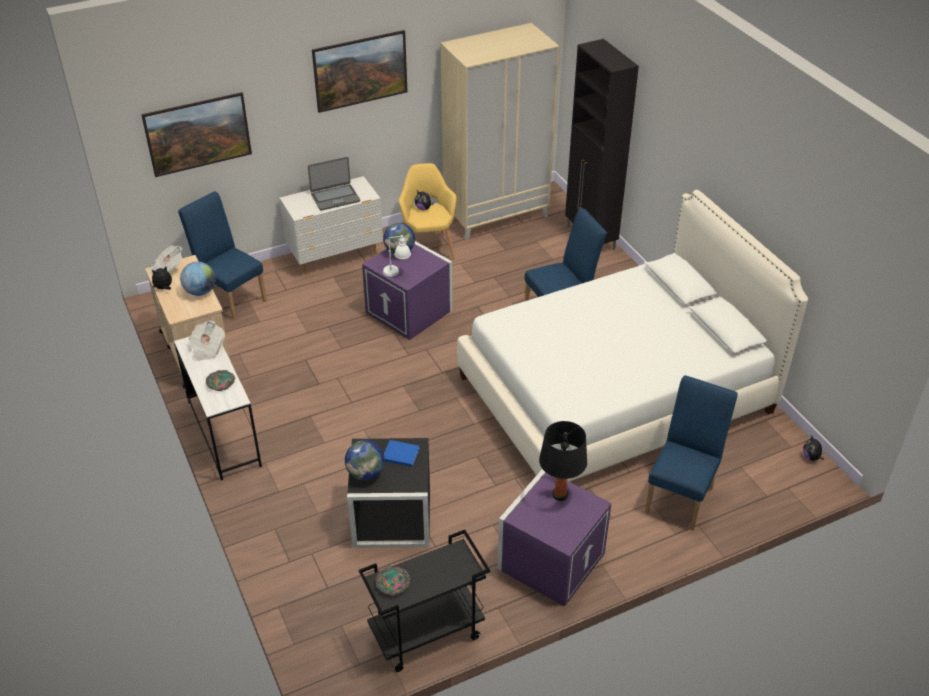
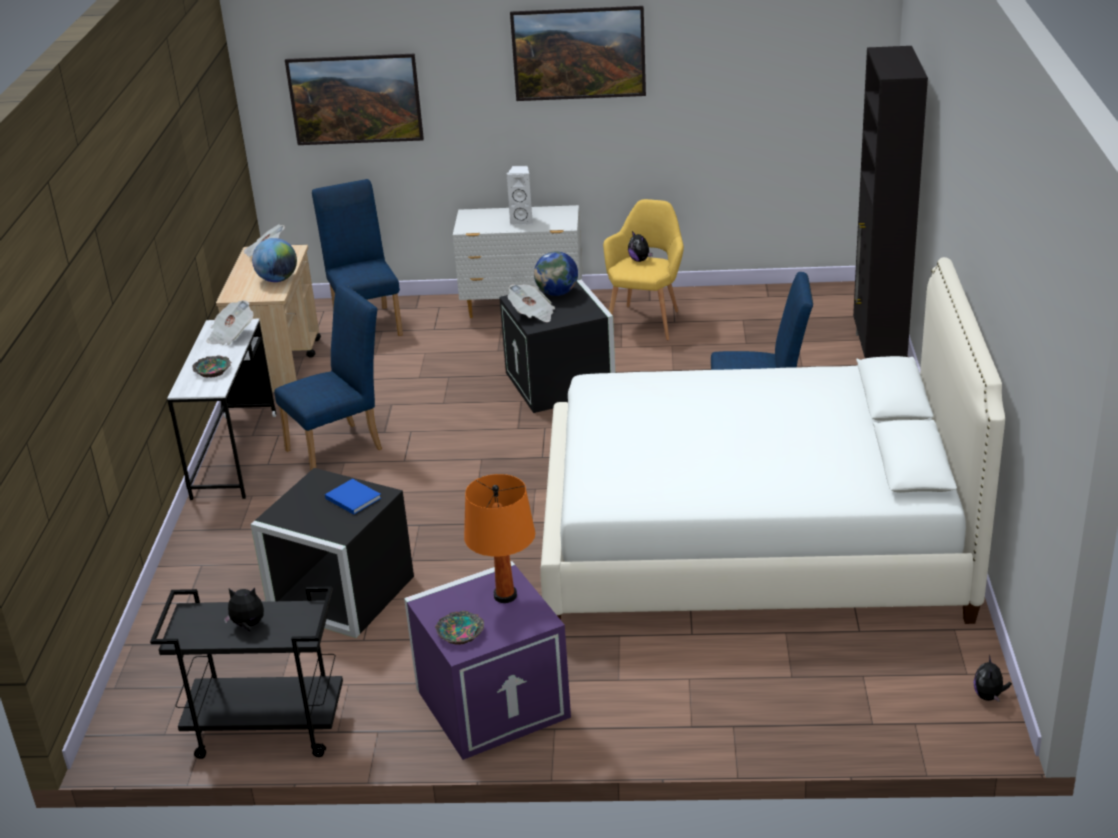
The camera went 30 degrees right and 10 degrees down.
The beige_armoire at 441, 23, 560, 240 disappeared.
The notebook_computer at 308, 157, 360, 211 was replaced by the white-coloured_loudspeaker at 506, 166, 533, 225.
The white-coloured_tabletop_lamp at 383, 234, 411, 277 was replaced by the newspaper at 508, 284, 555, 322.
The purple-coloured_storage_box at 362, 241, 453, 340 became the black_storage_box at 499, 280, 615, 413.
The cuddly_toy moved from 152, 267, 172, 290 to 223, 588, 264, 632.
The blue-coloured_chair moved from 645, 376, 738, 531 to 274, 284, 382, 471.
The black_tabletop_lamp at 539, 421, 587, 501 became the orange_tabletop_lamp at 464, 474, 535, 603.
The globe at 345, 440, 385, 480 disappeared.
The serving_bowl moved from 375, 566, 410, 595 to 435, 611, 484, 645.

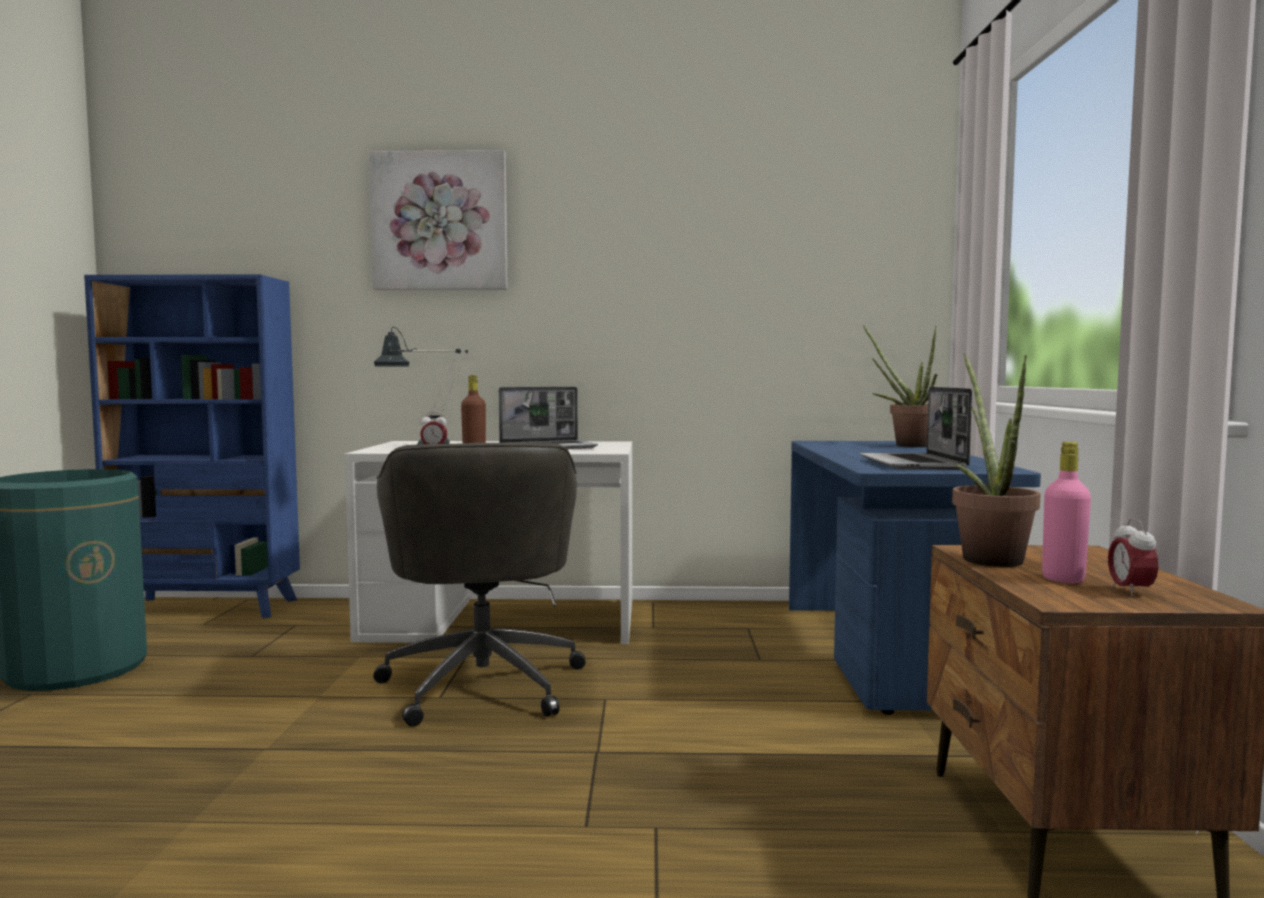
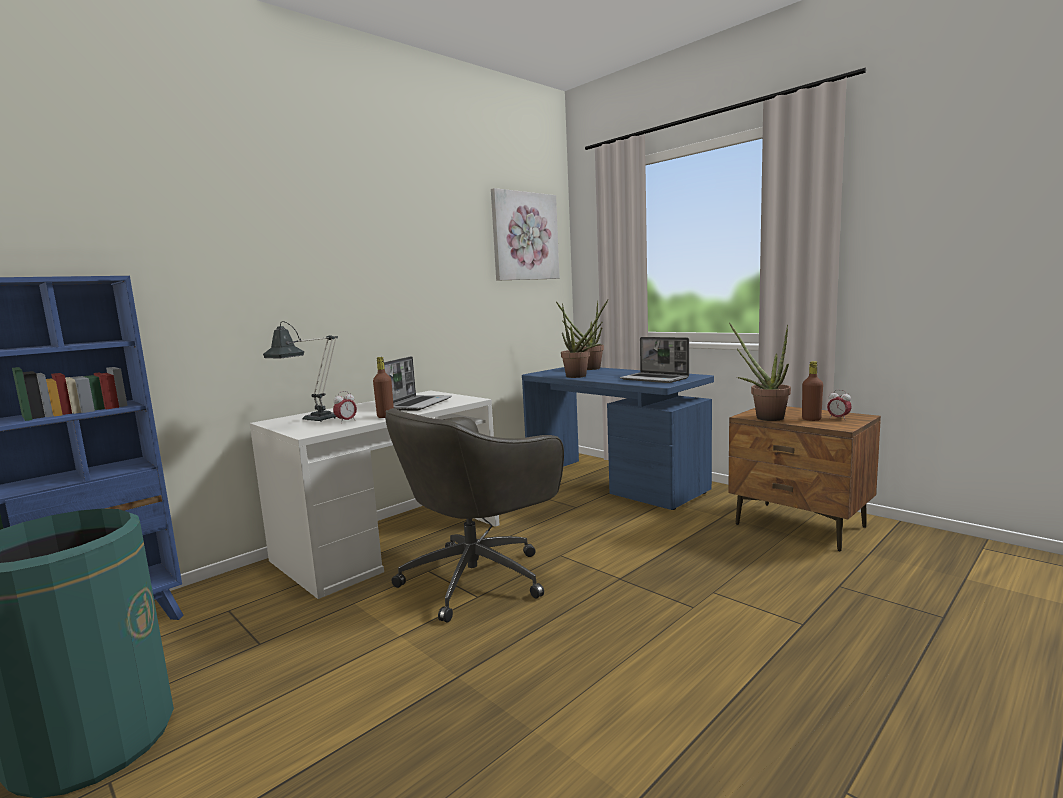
The camera went 45 degrees left and 5 degrees up.
The wall_art moved from 369, 150, 508, 290 to 491, 188, 560, 281.
The greyish_office_chair at 373, 442, 586, 726 turned 105 degrees clockwise.
The pinkish_drink_bottle at 1042, 442, 1091, 583 became the brown_drink_bottle at 802, 361, 823, 421.
The houseplant at 561, 299, 609, 378 appeared.

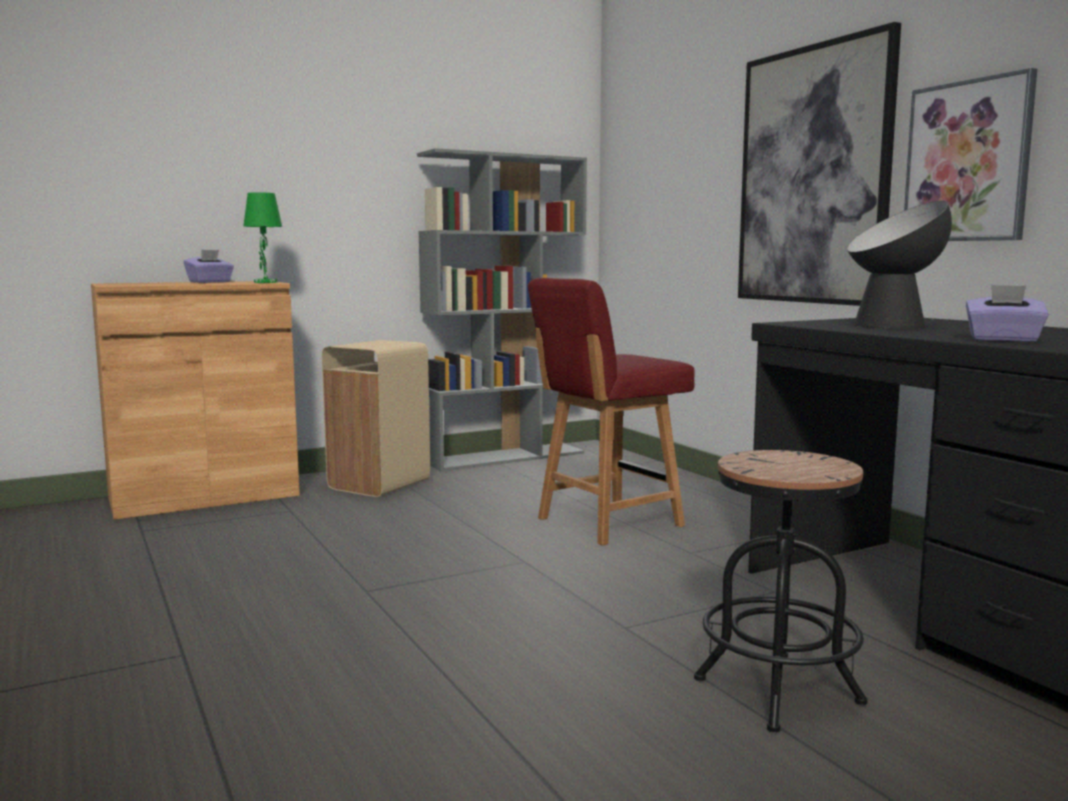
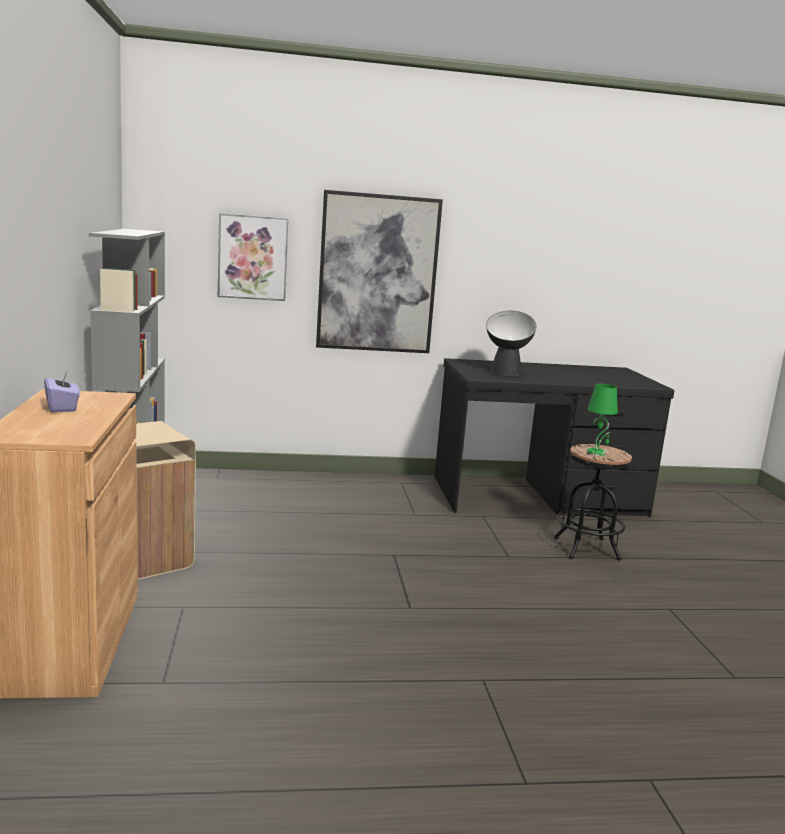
The camera went 70 degrees left and 5 degrees up.
The wall_art moved from 904, 68, 1037, 241 to 218, 213, 288, 301.
The greenish_tabletop_lamp moved from 243, 192, 282, 283 to 587, 384, 618, 456.
The red_chair at 528, 278, 695, 546 disappeared.
The purple-coloured_tissue_box at 966, 285, 1049, 342 disappeared.

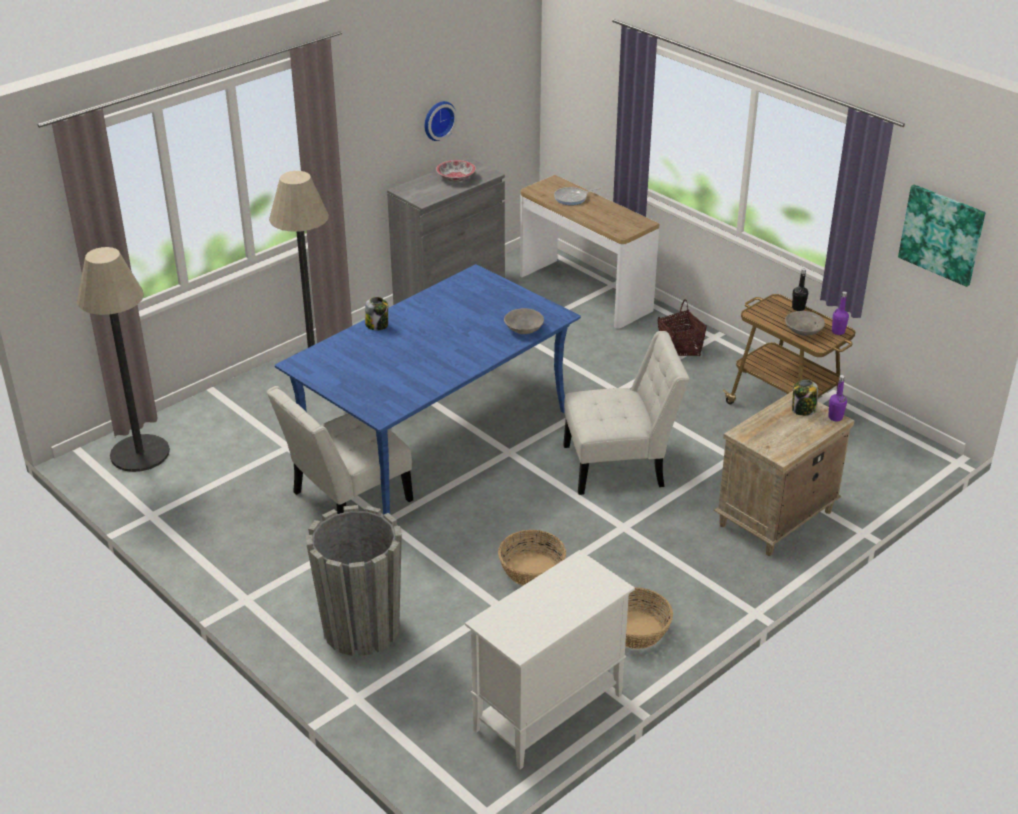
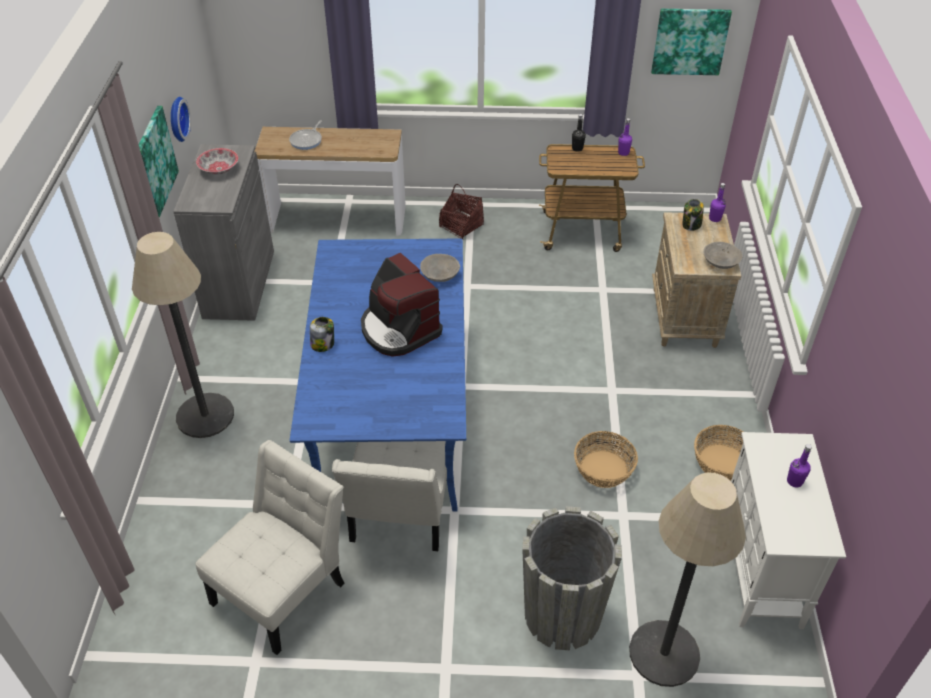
The camera went 45 degrees left and 10 degrees up.
The floor_lamp moved from 77, 247, 170, 472 to 629, 472, 746, 687.
The greyish_serving_bowl moved from 785, 311, 825, 336 to 703, 242, 743, 269.
The white-coloured_chair moved from 563, 331, 689, 495 to 196, 440, 345, 655.
The wall_art at 139, 106, 179, 217 appeared.
The coffee_machine at 361, 253, 442, 357 appeared.
The purple-coloured_drink_bottle at 787, 444, 812, 487 appeared.

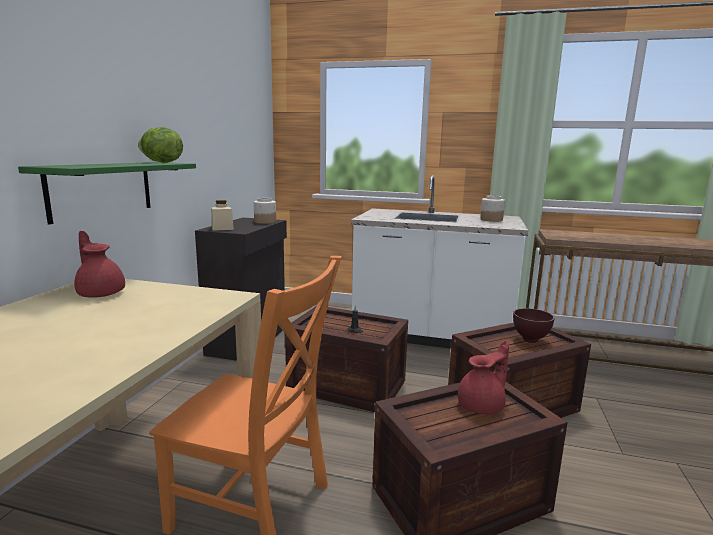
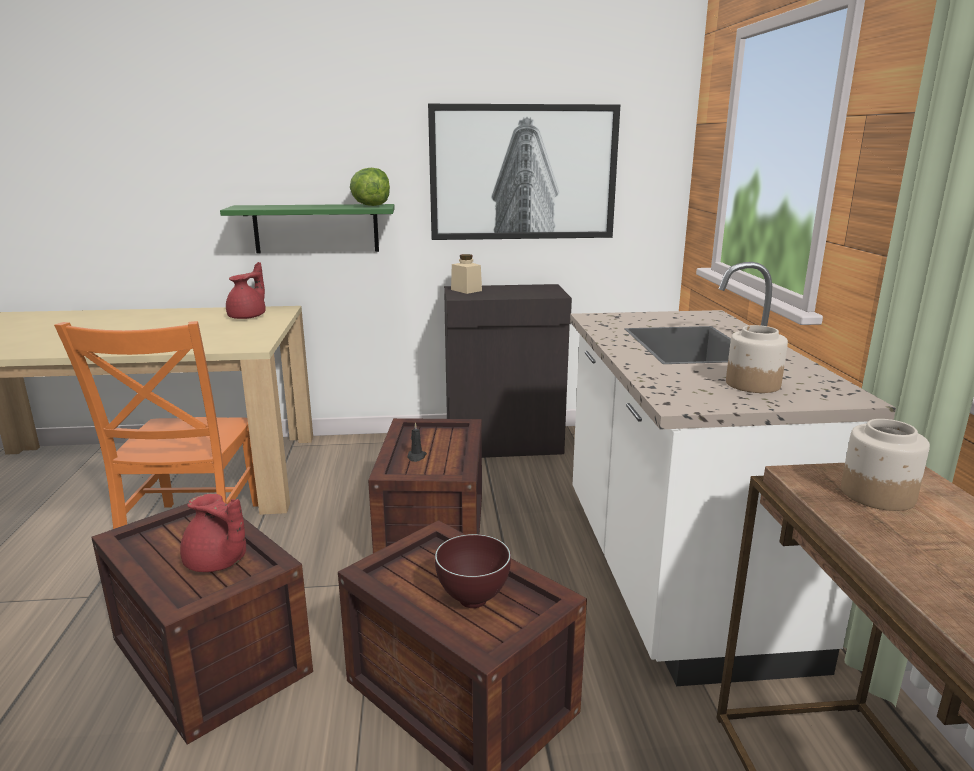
The camera went 70 degrees right and 5 degrees up.
The preserve_jar moved from 254, 198, 276, 224 to 841, 419, 930, 511.
The wall_art at 428, 104, 621, 240 appeared.

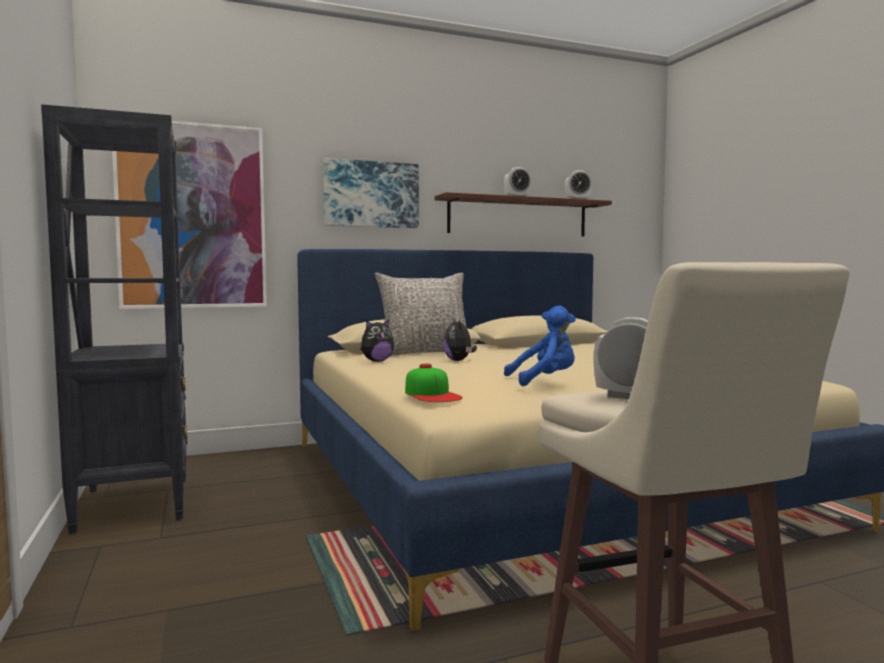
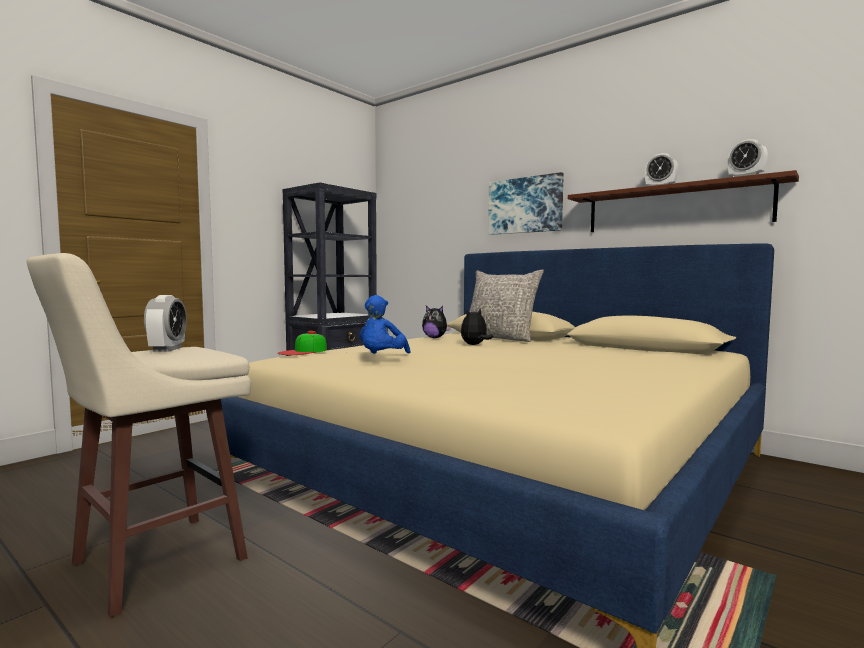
The camera went 60 degrees right and 0 degrees up.
The wall_art at 112, 121, 267, 309 disappeared.
The blue-coloured_cuddly_toy at 504, 306, 576, 386 turned 60 degrees clockwise.

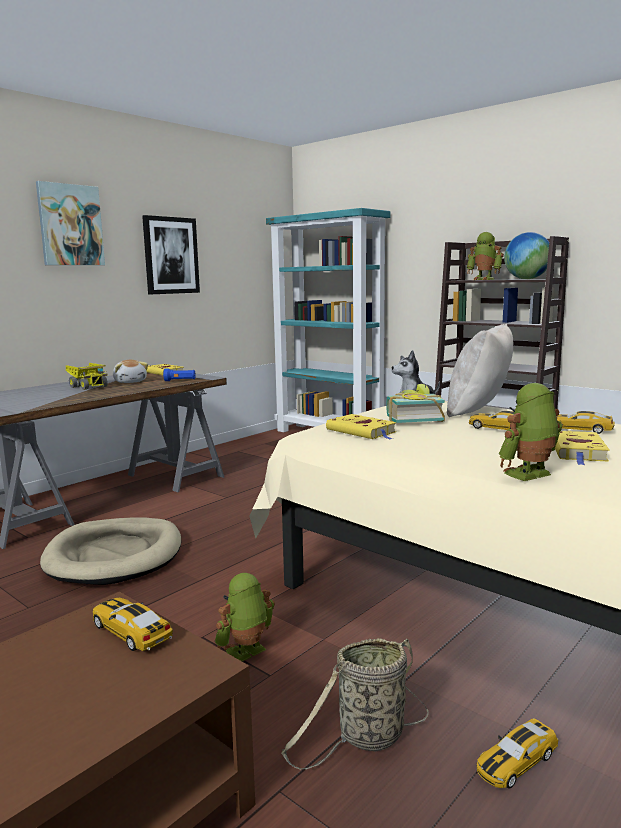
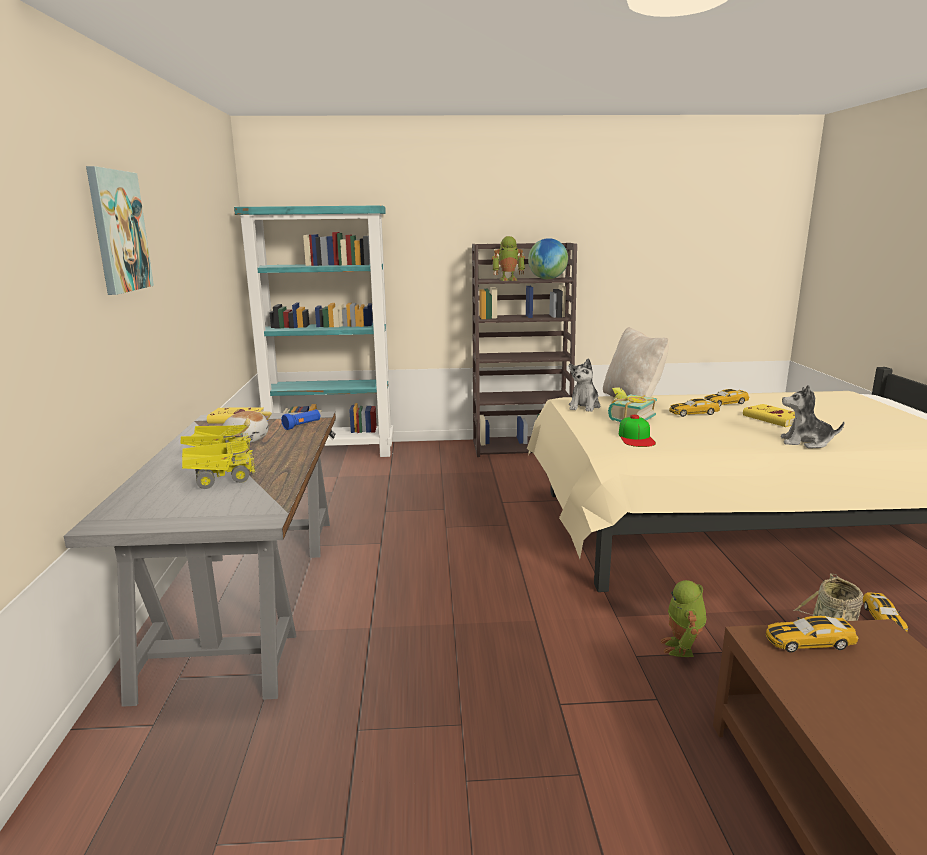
The camera went 45 degrees left and 5 degrees up.
The wall_art at 142, 215, 200, 294 disappeared.
The model_robot at 499, 383, 563, 481 was replaced by the cuddly_toy at 781, 384, 845, 448.
The yellow_bound_book at 326, 414, 396, 439 was replaced by the peaked_cap at 619, 415, 656, 447.
The beige_pet_bed at 40, 517, 182, 585 disappeared.
The model_truck at 182, 440, 256, 489 appeared.

